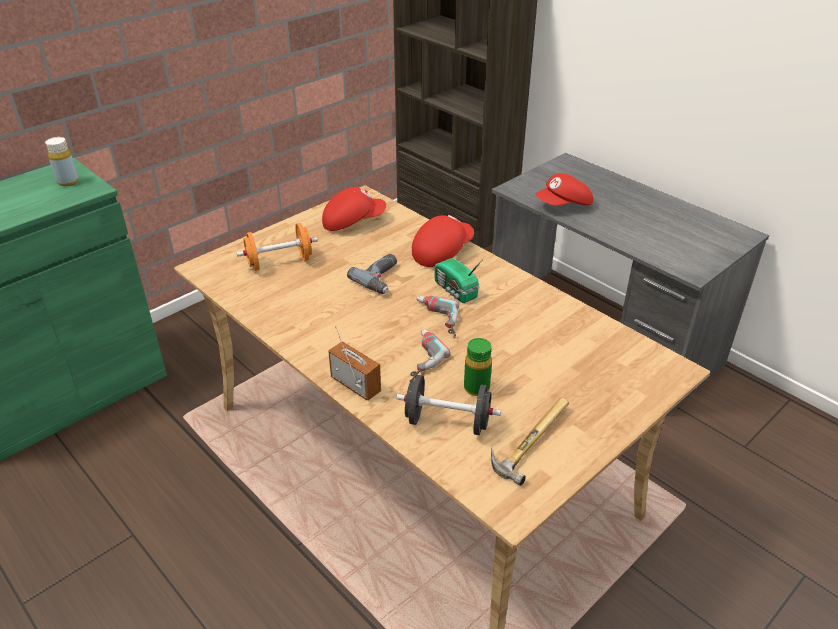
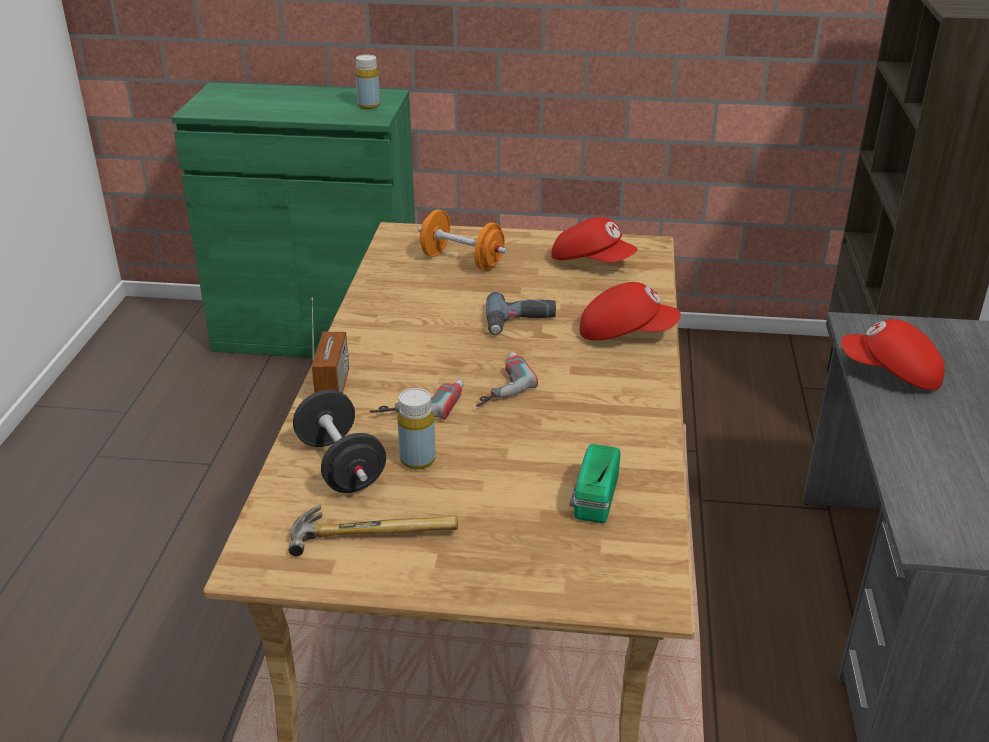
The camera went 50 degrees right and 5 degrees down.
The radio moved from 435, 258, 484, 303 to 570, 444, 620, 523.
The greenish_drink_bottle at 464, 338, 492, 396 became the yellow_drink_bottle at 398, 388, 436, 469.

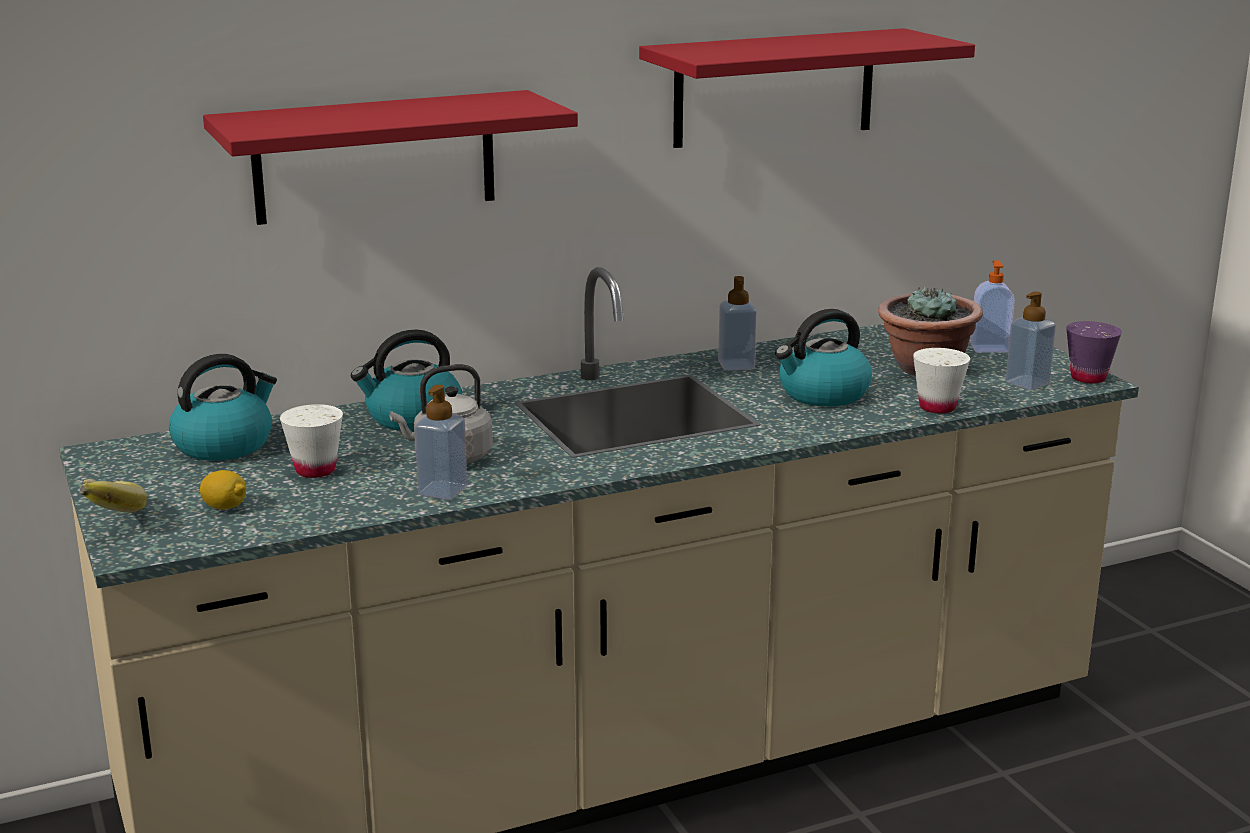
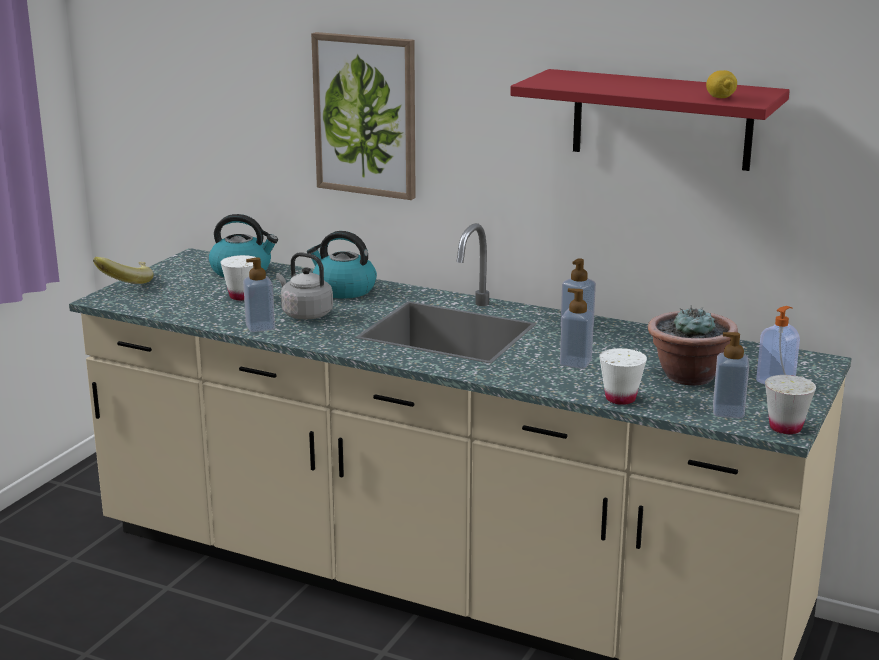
The camera went 50 degrees right and 0 degrees up.
The red_shelf at 203, 90, 578, 225 was replaced by the wall_art at 311, 32, 416, 200.
The tea_kettle at 775, 309, 872, 407 was replaced by the liquid_soap_bottle at 560, 288, 594, 369.
The purple-coloured_small_cup at 1066, 321, 1122, 384 became the white-coloured_small_cup at 765, 375, 816, 434.
The whole_lemon moved from 200, 470, 246, 509 to 706, 70, 737, 98.

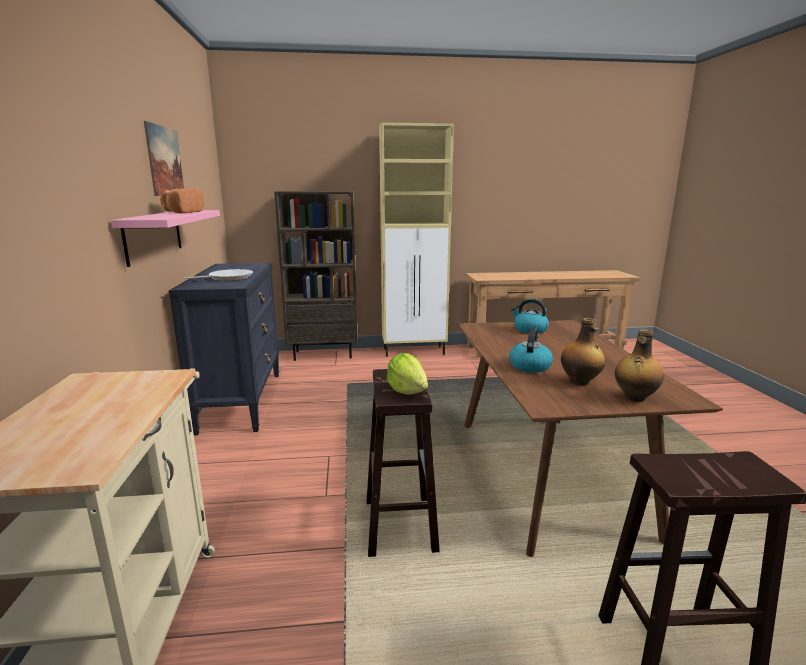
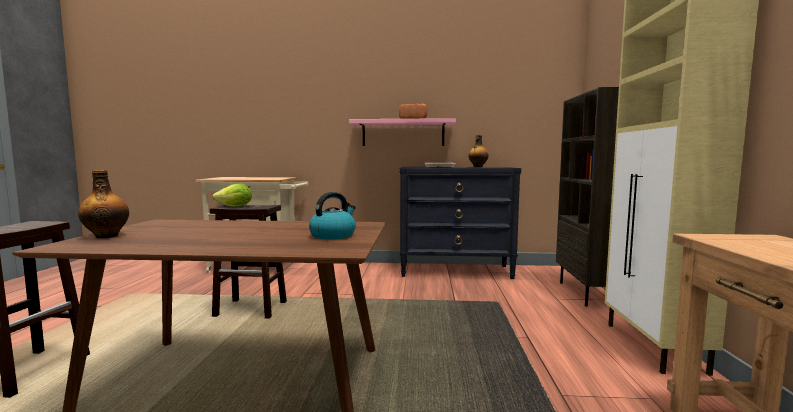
The camera went 100 degrees right and 10 degrees down.
The wall_art at 144, 121, 184, 196 disappeared.
The drink_bottle moved from 561, 318, 605, 386 to 468, 135, 489, 167.
The tea_kettle at 509, 327, 553, 373 disappeared.

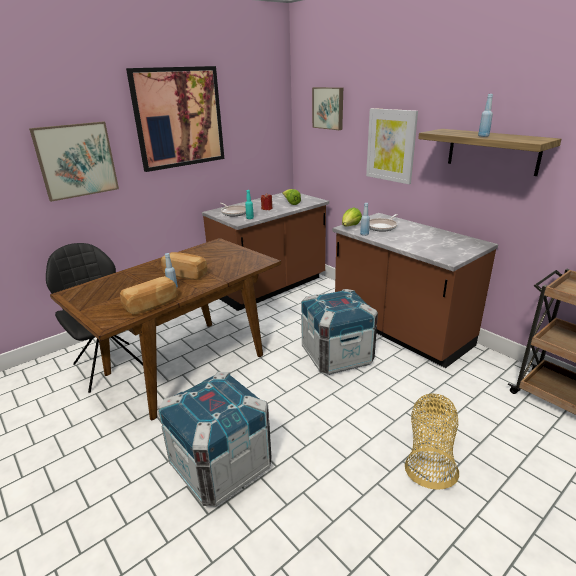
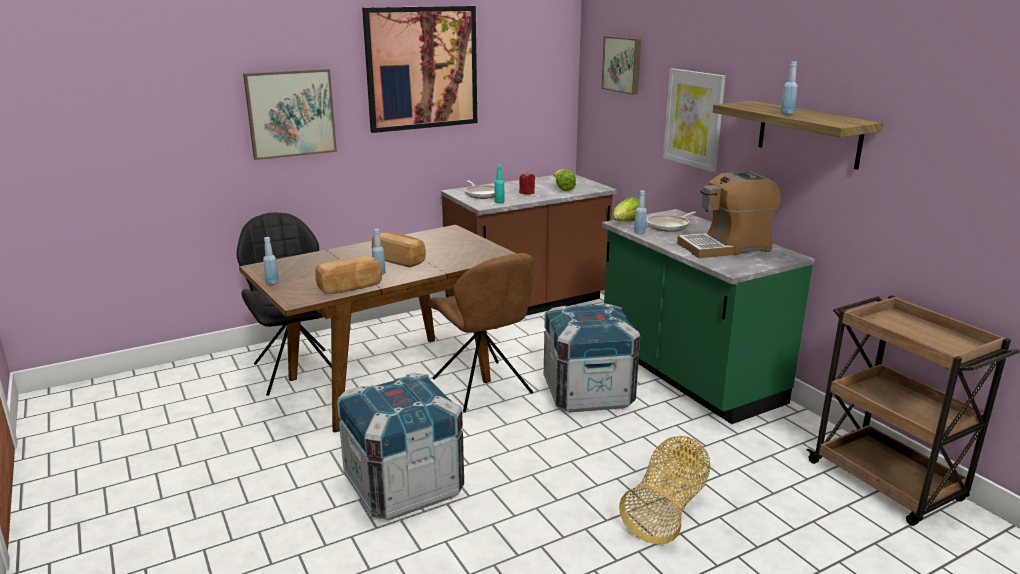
The camera went 10 degrees right and 5 degrees down.
The brown_counter at 333, 213, 498, 368 became the greenish_counter at 602, 209, 815, 424.
The coffee_machine at 677, 171, 781, 258 appeared.
The blue-coloured_drink_bottle at 263, 237, 279, 285 appeared.
The brown_chair at 429, 253, 535, 412 appeared.

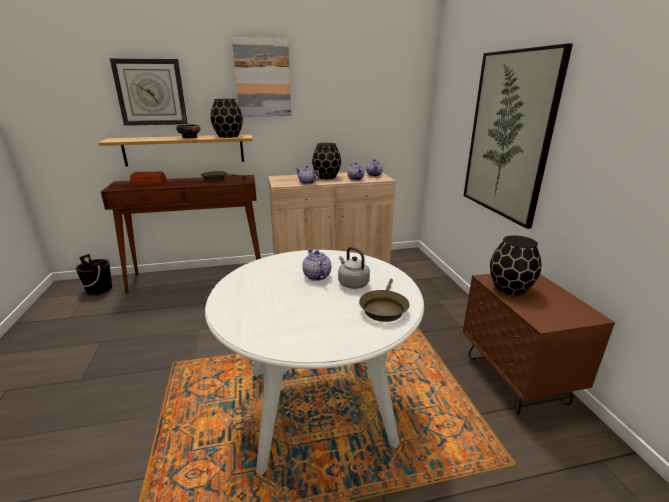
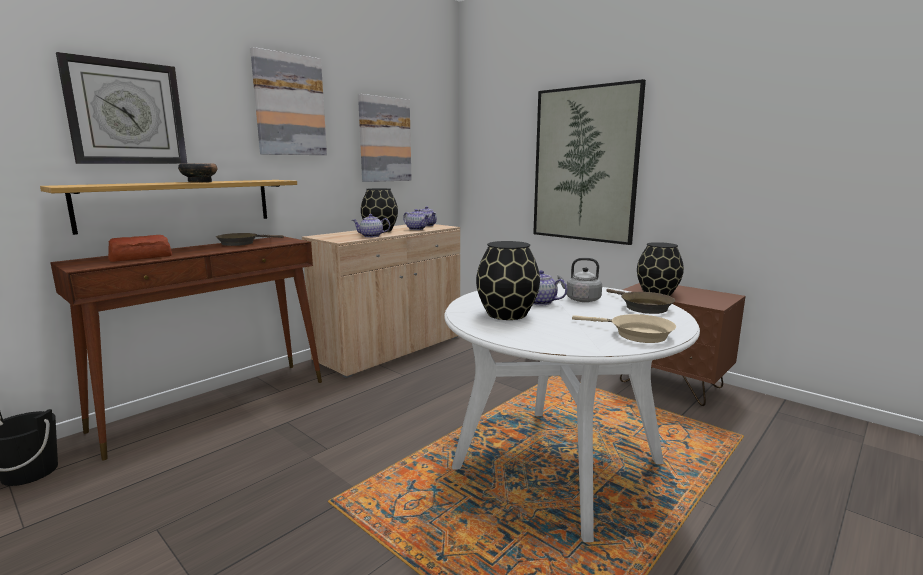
The camera went 35 degrees left and 10 degrees down.
The black_flower_vase moved from 210, 99, 243, 138 to 476, 241, 540, 320.
The wall_art at 358, 94, 412, 182 appeared.
The beige_pan at 572, 314, 676, 343 appeared.

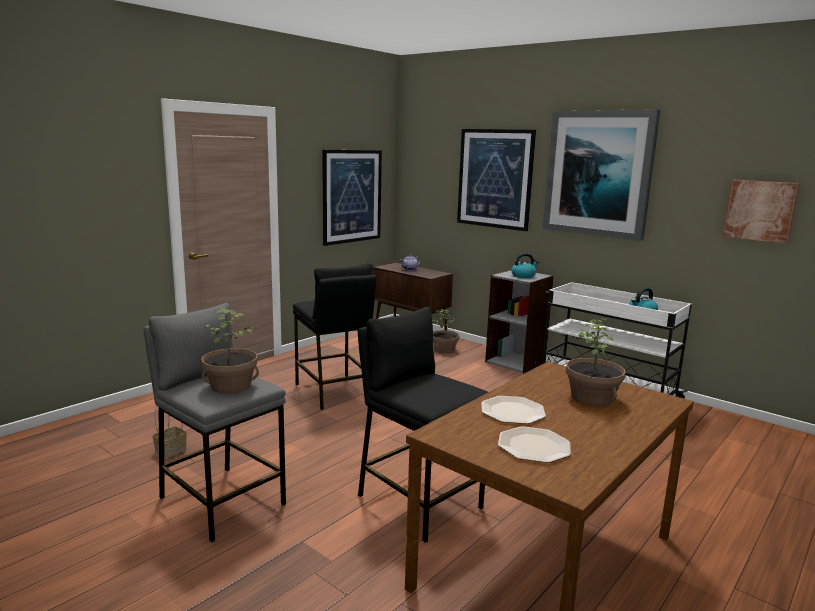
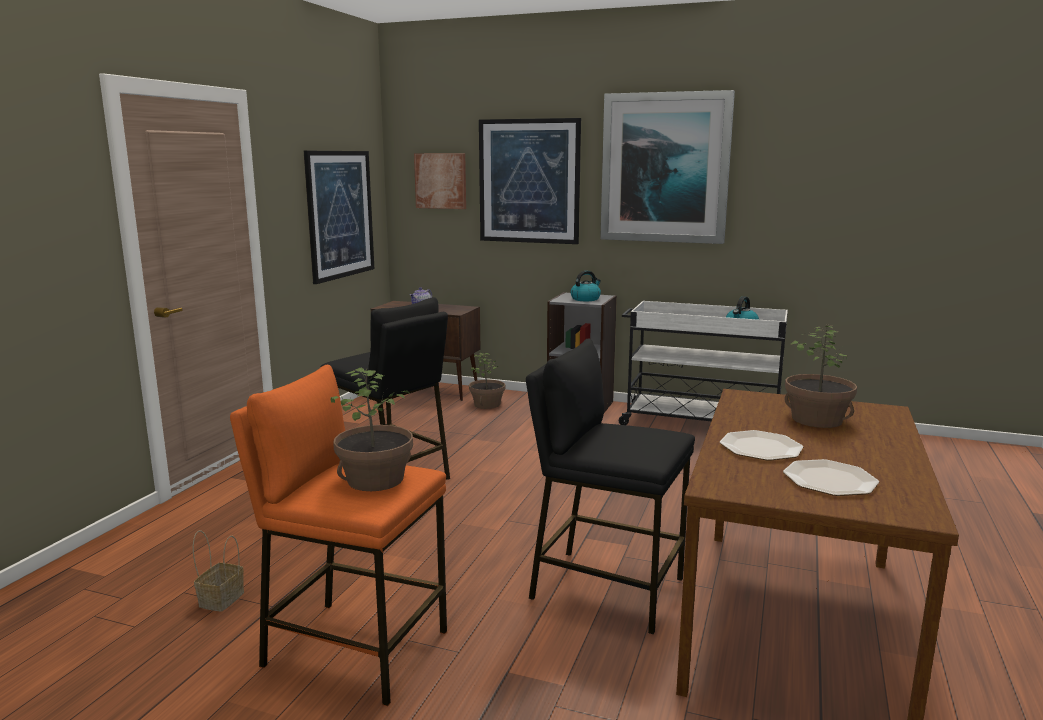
The camera went 20 degrees left and 0 degrees up.
The wall_art moved from 722, 180, 800, 244 to 414, 153, 466, 209.
The greyish_sitting_stool at 143, 303, 286, 542 became the orange_sitting_stool at 230, 364, 447, 706.

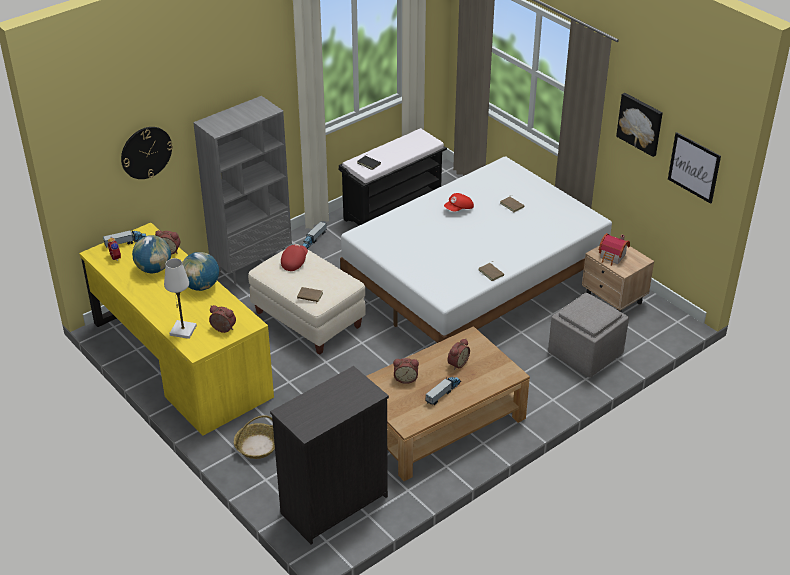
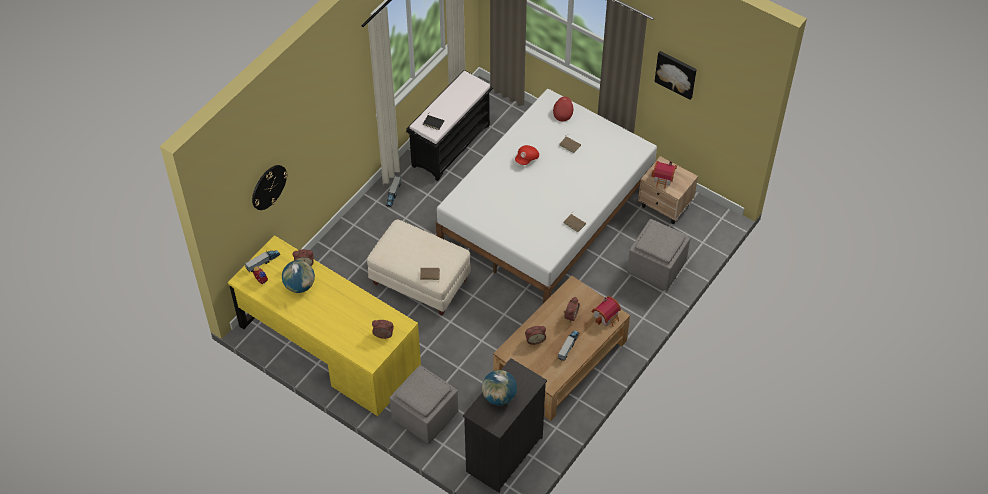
The camera went 15 degrees left and 15 degrees up.
The greyish_shelving_unit at 193, 96, 292, 285 disappeared.
The wall_art at 668, 132, 721, 204 disappeared.
The red_peaked_cap moved from 281, 244, 308, 271 to 553, 97, 573, 121.
The globe moved from 182, 252, 219, 291 to 482, 370, 517, 405.
The white-coloured_tabletop_lamp at 164, 258, 197, 339 disappeared.
The storage_basket at 234, 415, 275, 459 was replaced by the greyish_footrest at 390, 365, 458, 444.
The model_house at 591, 296, 621, 327 appeared.

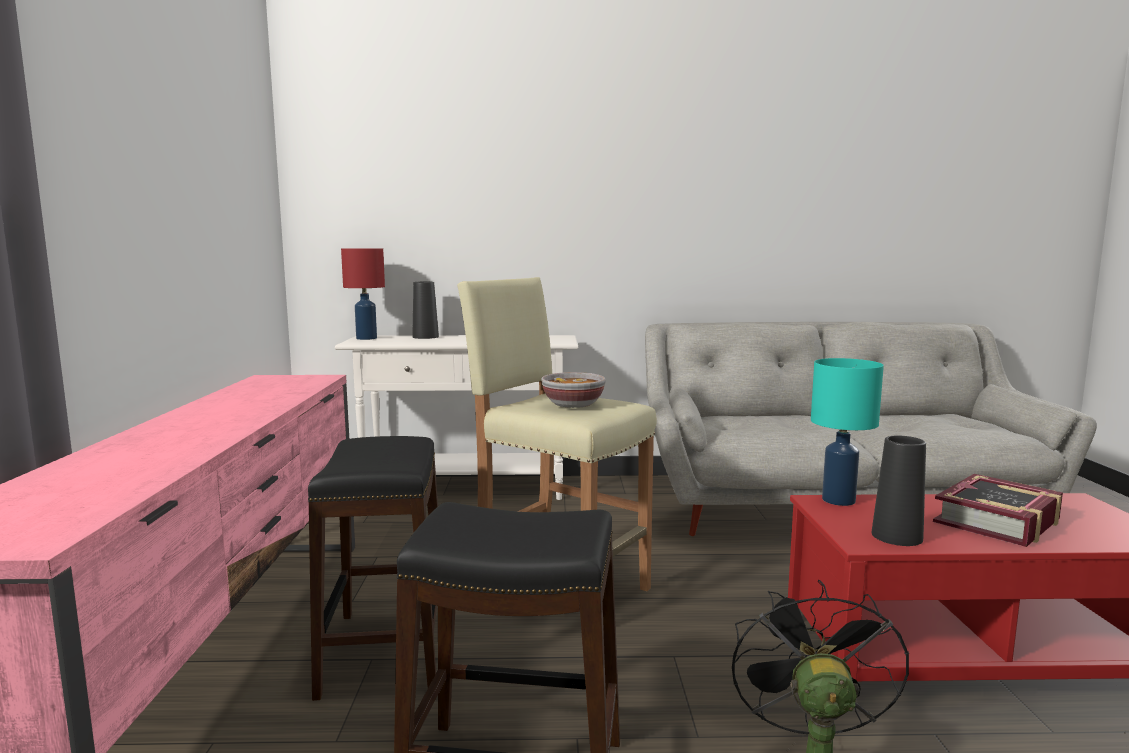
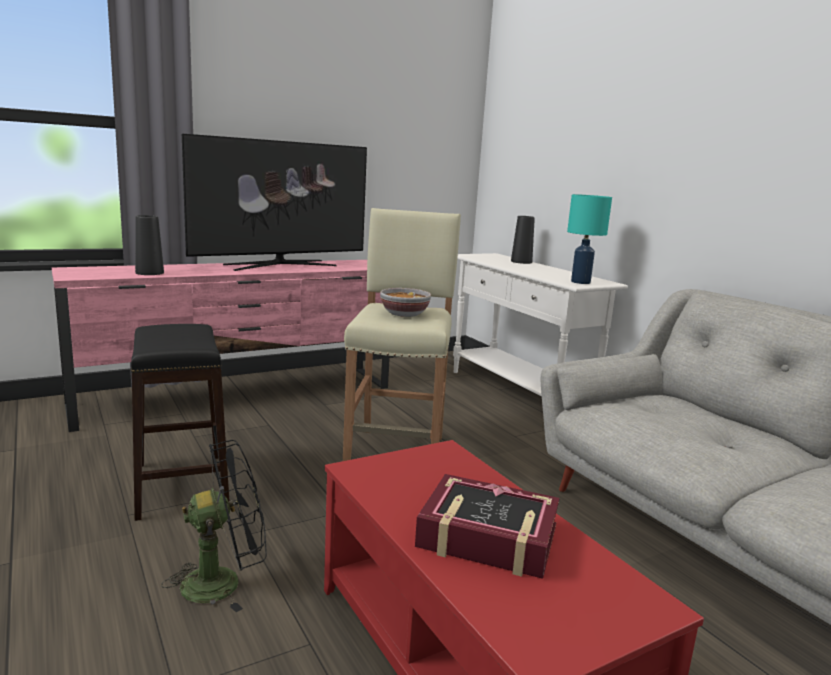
The camera went 60 degrees right and 5 degrees up.
The red_tabletop_lamp at 341, 248, 385, 340 disappeared.
The turquoise_tabletop_lamp moved from 811, 358, 884, 506 to 567, 194, 612, 284.
The black_sitting_stool at 308, 436, 438, 701 disappeared.
The black_flower_vase moved from 872, 436, 926, 546 to 135, 215, 164, 275.
The TV at 182, 134, 367, 271 appeared.

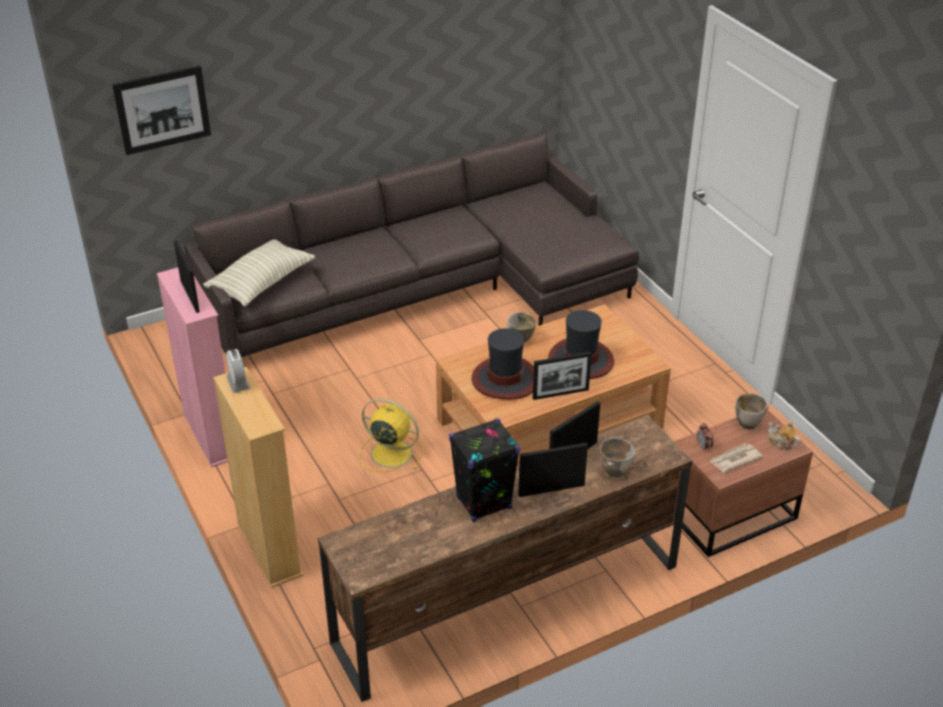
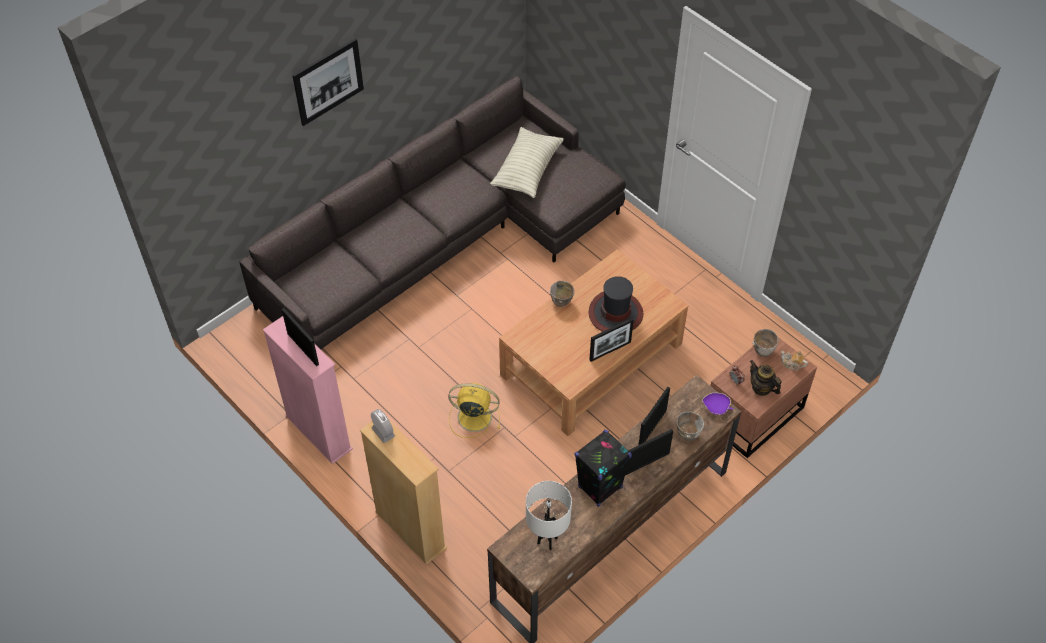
The camera went 15 degrees left and 15 degrees up.
The wall_art moved from 112, 66, 211, 155 to 292, 38, 364, 126.
The pillow moved from 203, 239, 315, 307 to 490, 127, 564, 198.
The hat at 472, 328, 534, 400 disappeared.
The newspaper at 709, 443, 763, 473 was replaced by the tea_pot at 750, 360, 782, 396.
The purple-coloured_serving_bowl at 702, 393, 733, 415 appeared.
The white-coloured_tabletop_lamp at 526, 481, 572, 550 appeared.

